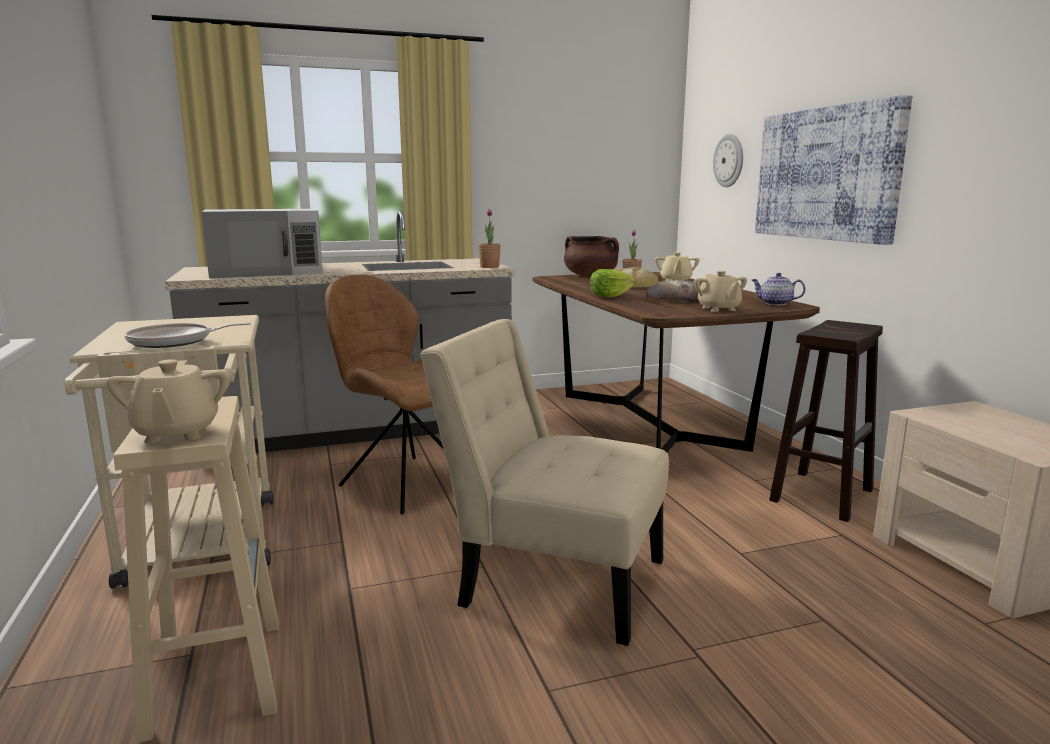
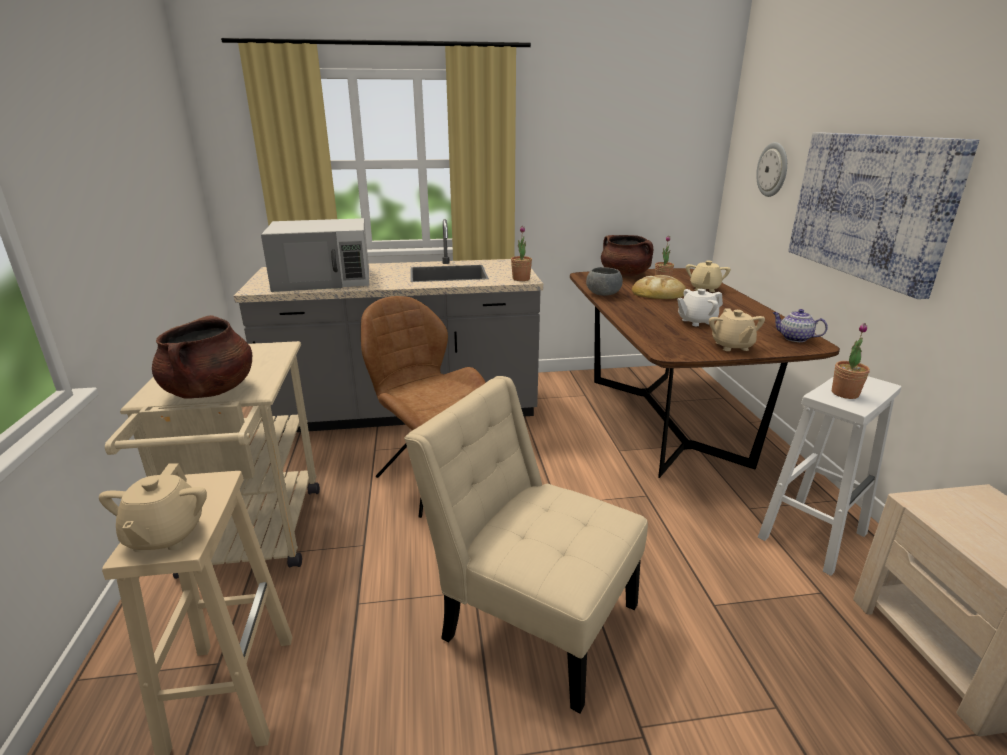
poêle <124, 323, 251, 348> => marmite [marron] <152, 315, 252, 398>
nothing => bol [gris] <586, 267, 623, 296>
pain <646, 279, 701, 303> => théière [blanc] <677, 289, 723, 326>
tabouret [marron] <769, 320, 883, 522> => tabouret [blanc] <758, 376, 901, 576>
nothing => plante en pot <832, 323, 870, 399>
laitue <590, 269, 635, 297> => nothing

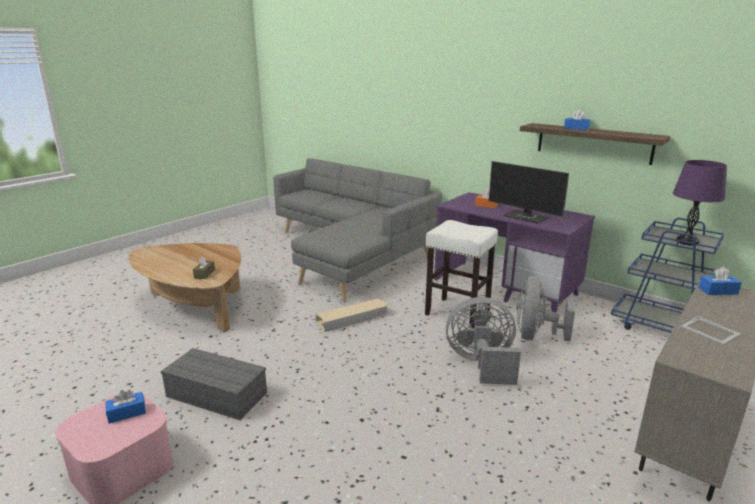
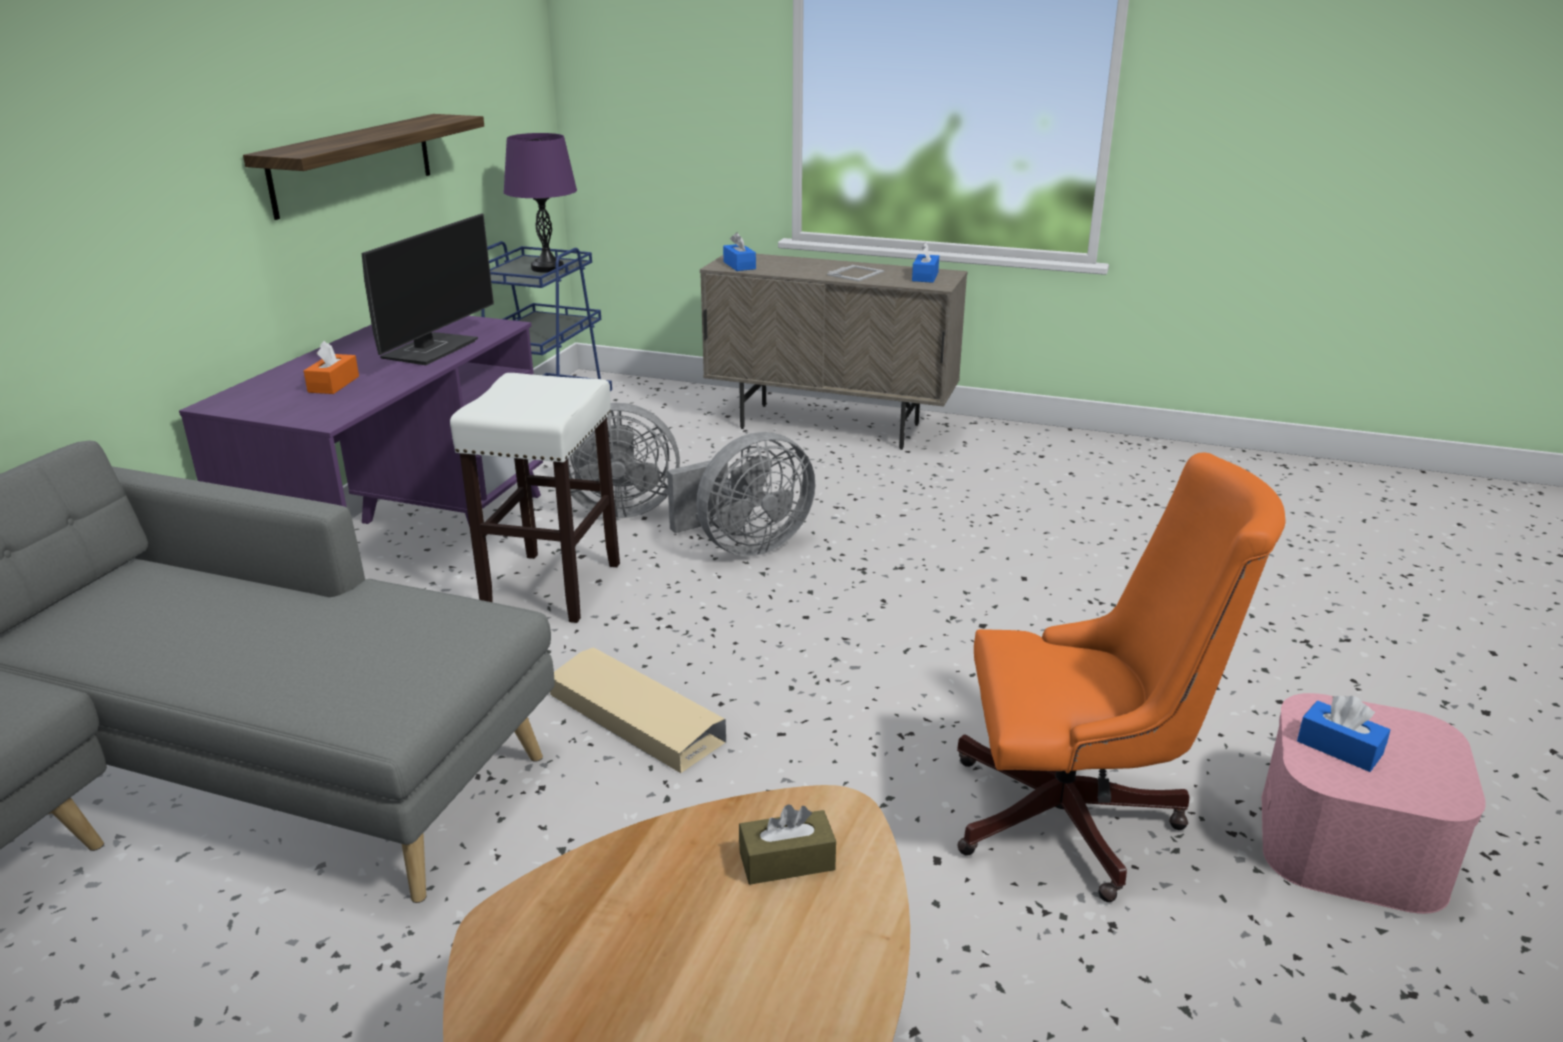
ventilateur [gris] <446, 297, 521, 385> => ventilateur [gris] <667, 432, 815, 556>, 105 degrees counterclockwise
boîte à mouchoirs [bleu] <564, 109, 591, 130> => boîte à mouchoirs [bleu] <912, 242, 939, 283>, relocated
boîte de rangement [gris] <161, 348, 267, 420> => chaise de bureau [orange] <957, 452, 1286, 902>

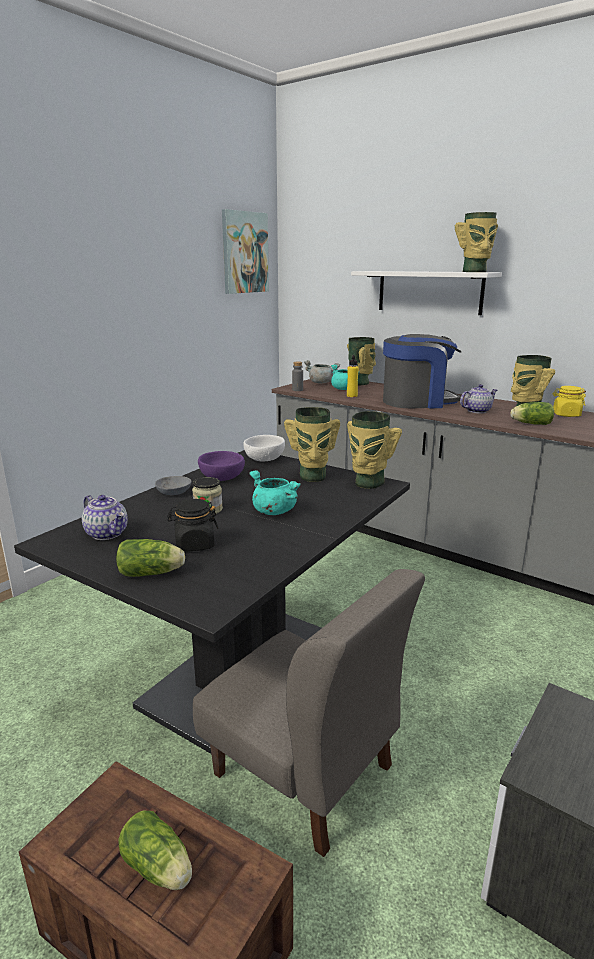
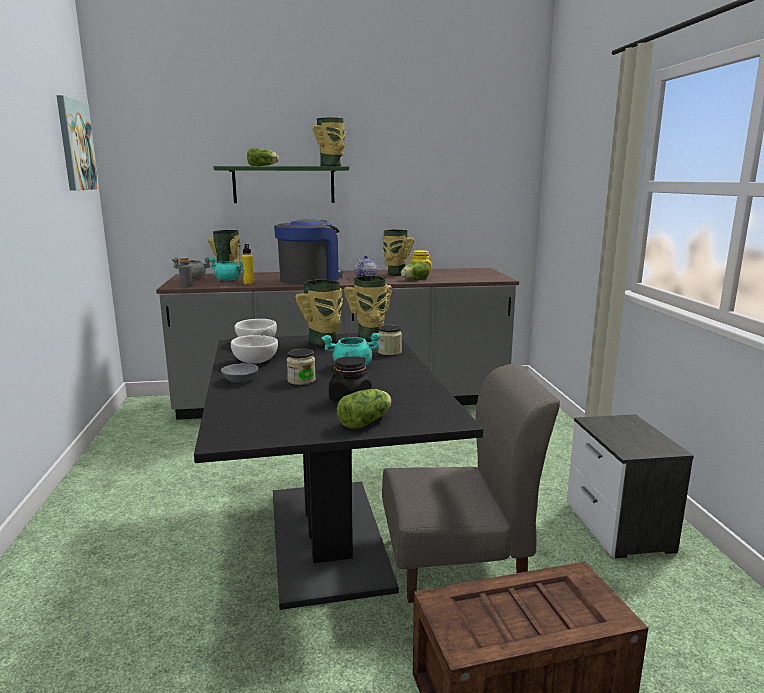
étagère [blanc] <351, 271, 502, 315> => étagère [vert] <213, 166, 349, 203>
bol [violet] <198, 451, 245, 481> => bol [blanc] <231, 335, 278, 364>
laitue <118, 811, 192, 890> => laitue <247, 148, 279, 166>, relocated
nothing => bocal <378, 325, 402, 355>
théière <82, 495, 128, 540> => nothing

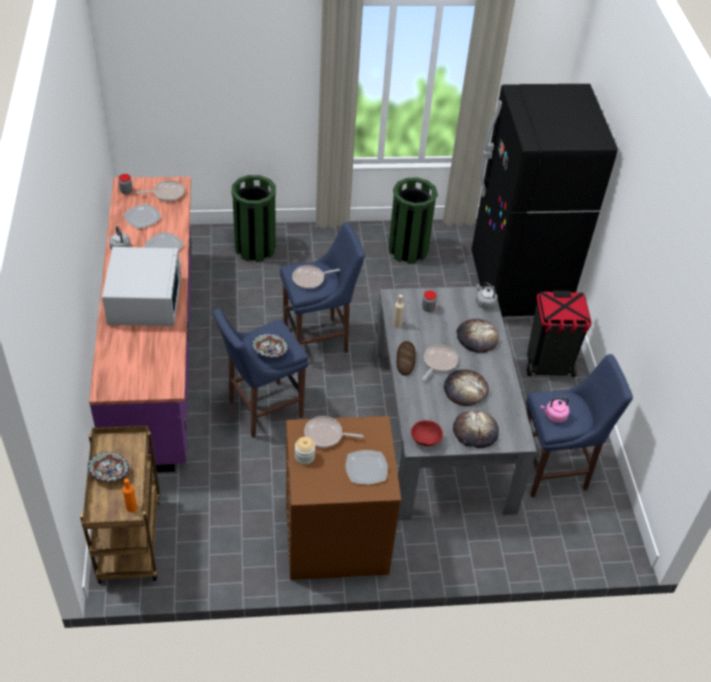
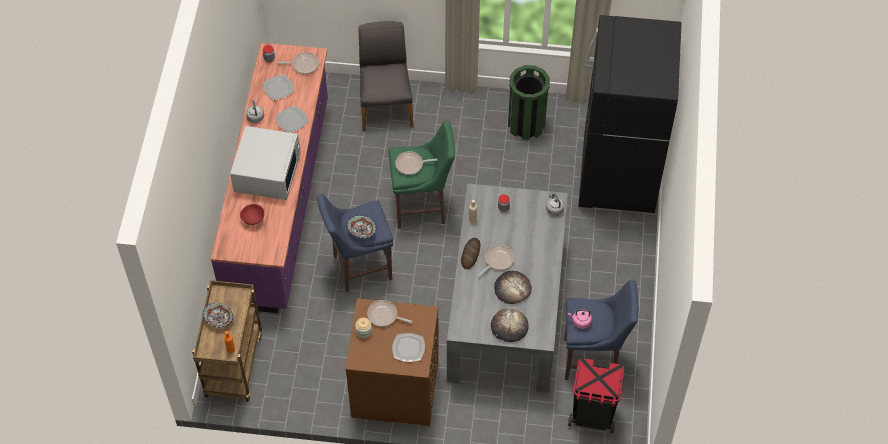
bol [rouge] <411, 420, 443, 446> => bol [rouge] <240, 204, 264, 225>, relocated
poubelle [vert] <231, 175, 276, 262> => chaise [gris] <358, 21, 413, 131>
tabouret [bleu] <280, 222, 365, 353> => tabouret [vert] <388, 121, 455, 228>
poubelle [noir] <527, 291, 592, 377> => poubelle [noir] <568, 358, 624, 433>, relocated
pain <456, 319, 499, 353> => nothing

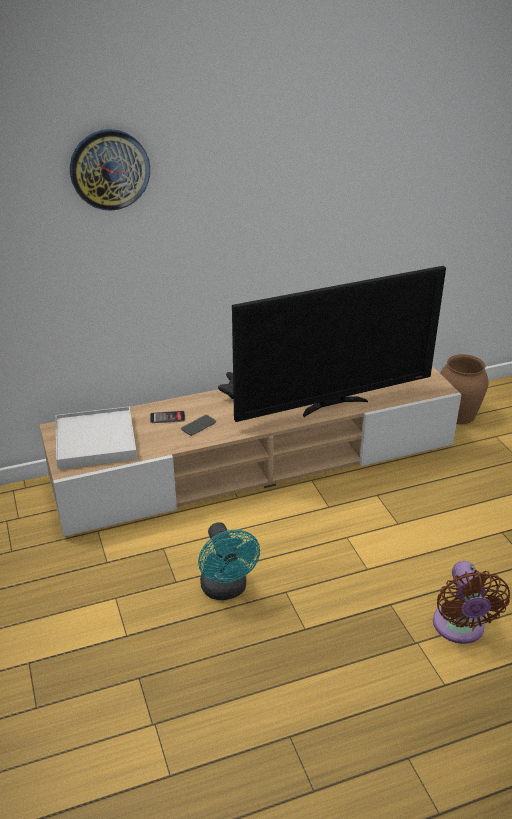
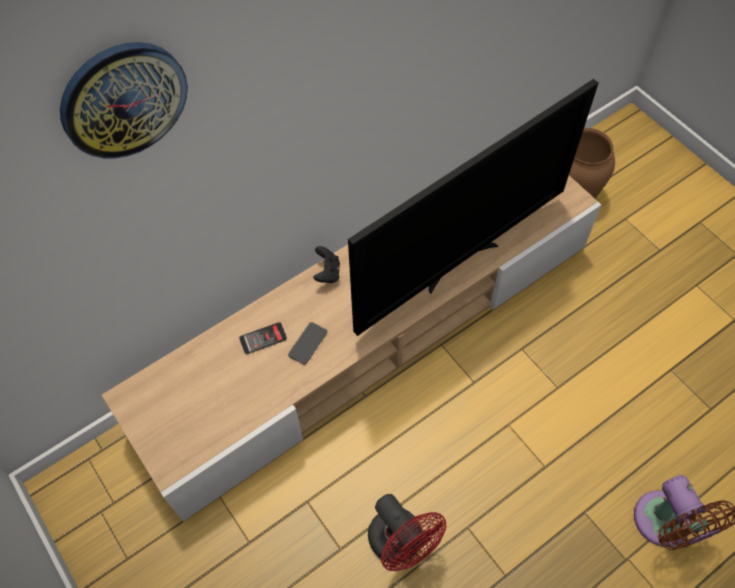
ventilateur [turquoise] <198, 522, 260, 600> => ventilateur [rouge] <368, 494, 446, 571>
plateau [blanc] <55, 406, 137, 469> => nothing

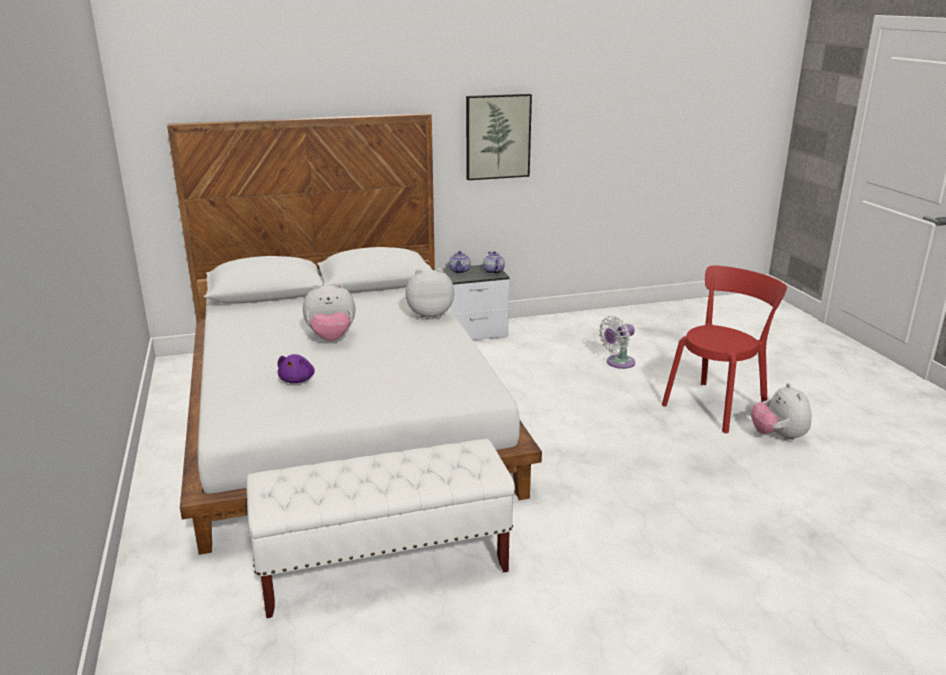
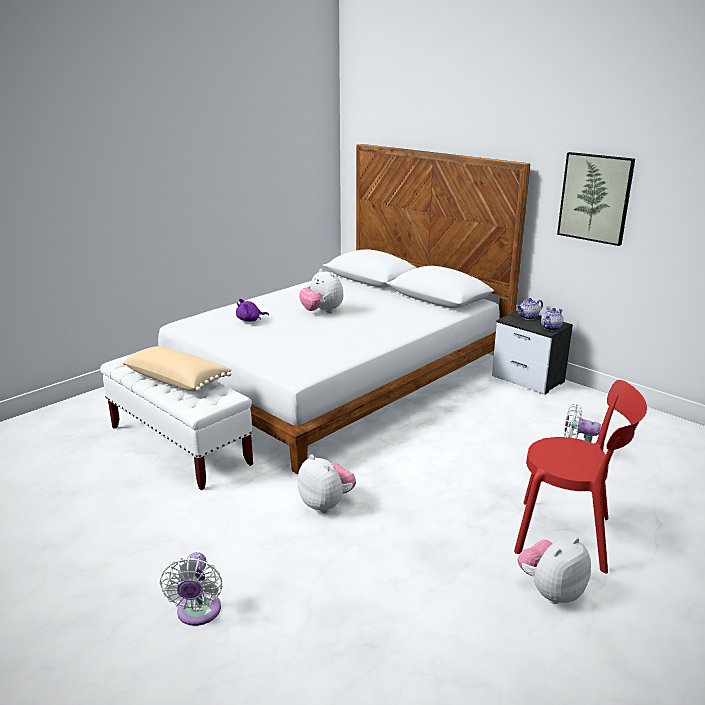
nothing => coussin [beige] <122, 346, 232, 391>
nothing => ventilateur [blanc] <160, 552, 223, 626>
peluche <406, 268, 454, 320> => peluche <298, 455, 356, 513>, relocated

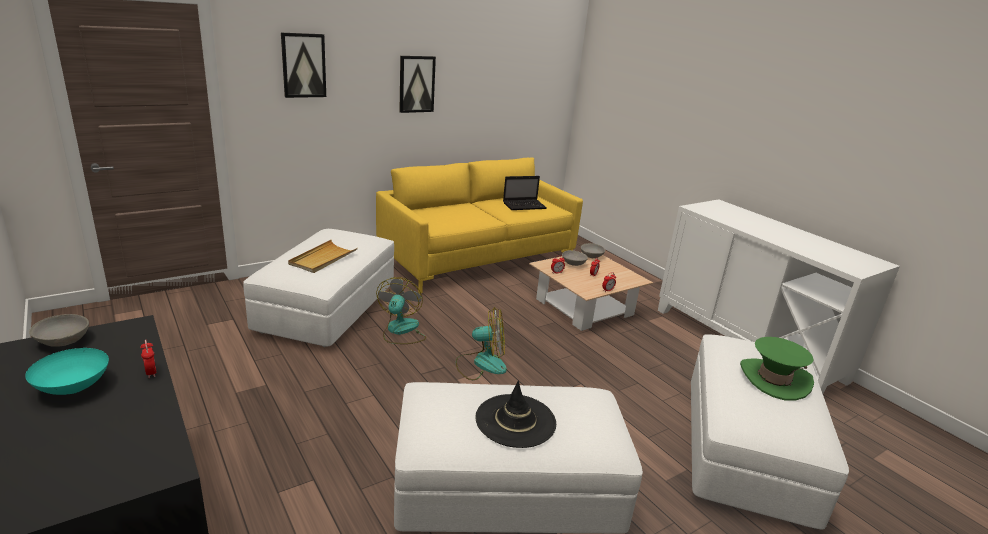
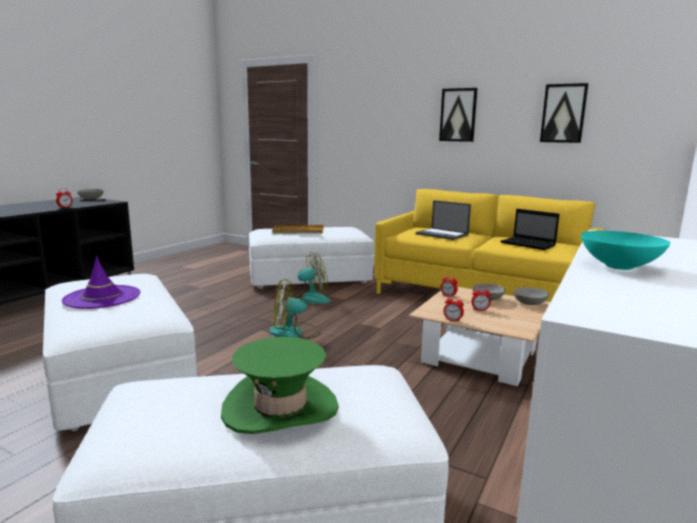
chapeau [noir] <475, 381, 556, 448> => chapeau [violet] <62, 255, 140, 309>
ventilateur <456, 307, 507, 380> => ventilateur <269, 279, 320, 339>, 105 degrees clockwise
nothing => ordinateur portable <416, 200, 471, 240>
tableau <281, 33, 326, 98> => tableau <540, 83, 589, 143>, relocated
bol [turquoise] <25, 348, 109, 395> => bol [turquoise] <581, 231, 670, 270>, relocated

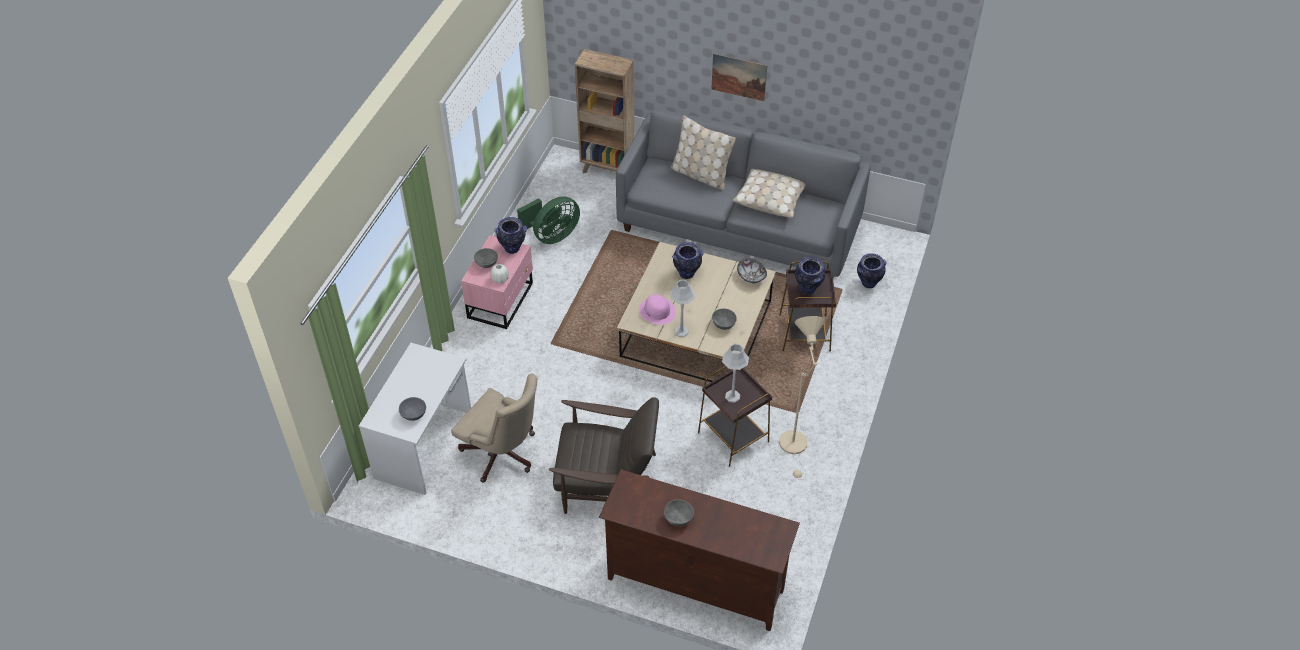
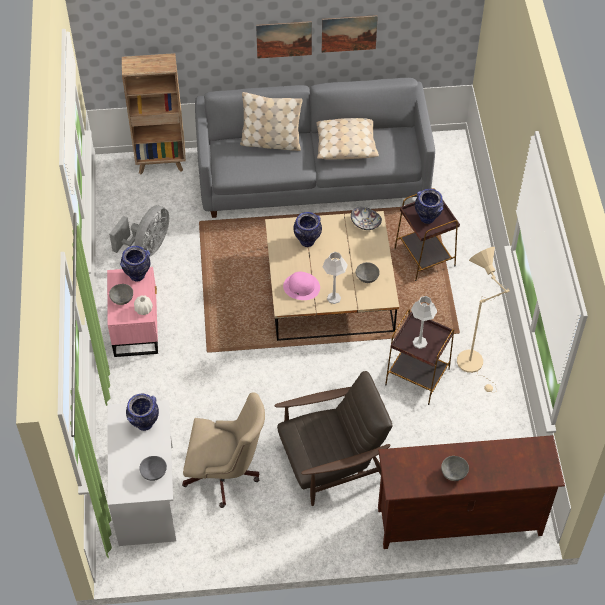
ventilateur [vert] <517, 196, 580, 244> => ventilateur [gris] <109, 206, 169, 256>
vase <857, 253, 886, 288> => vase <126, 394, 159, 431>, relocated
nothing => tableau <322, 15, 378, 53>

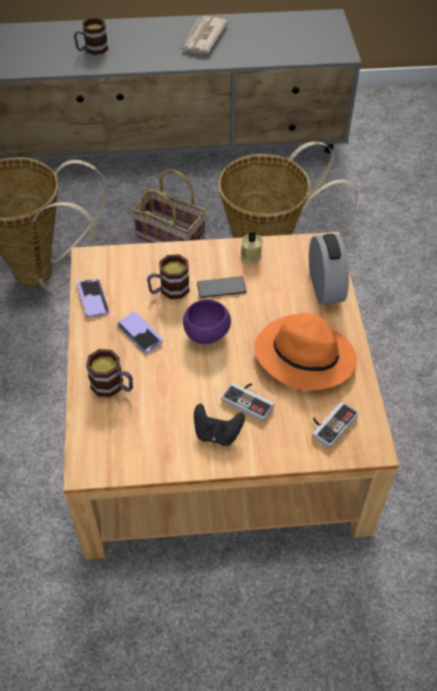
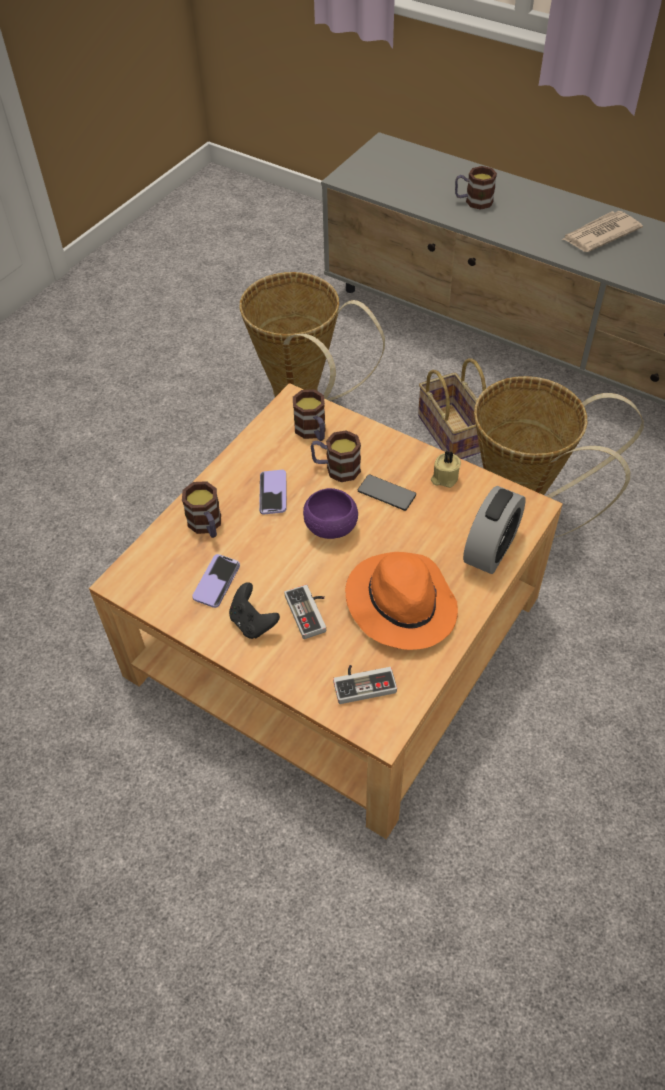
téléphone <77, 279, 109, 317> => téléphone <192, 554, 240, 608>, relocated
nothing => mug <293, 389, 326, 441>

